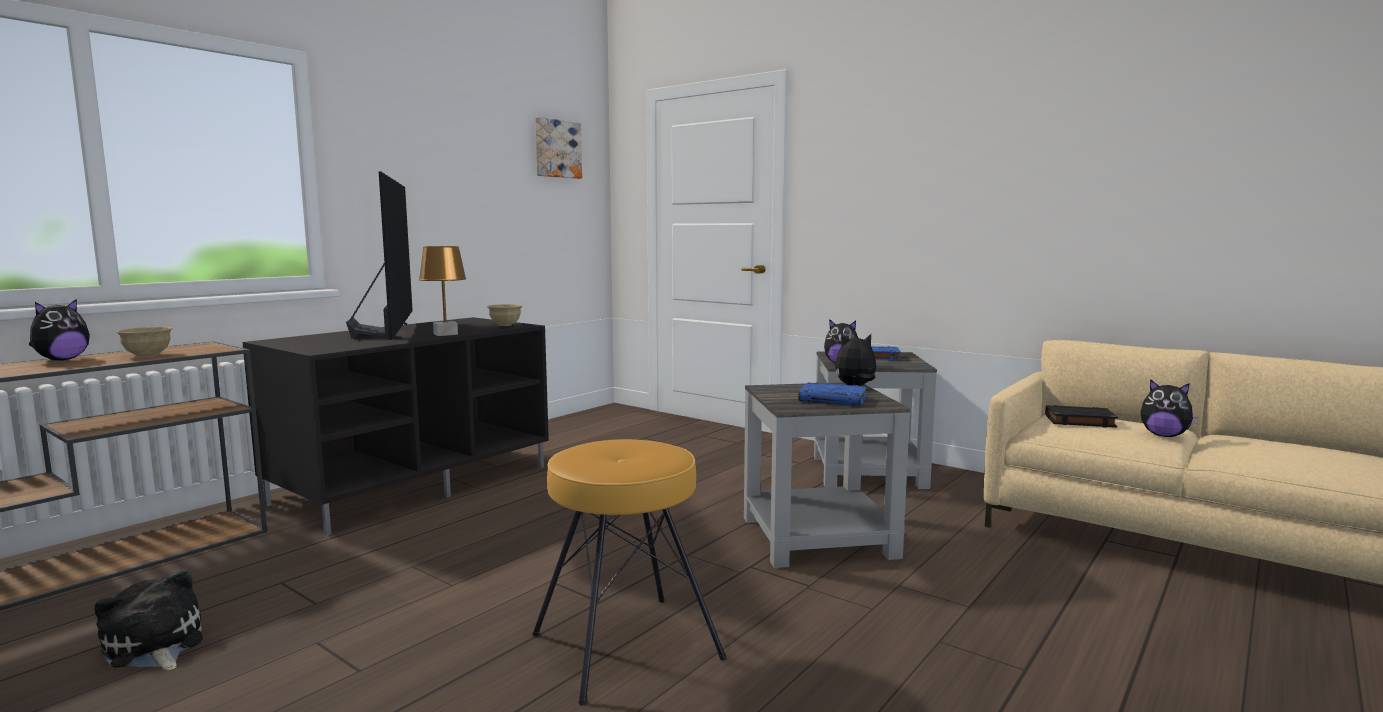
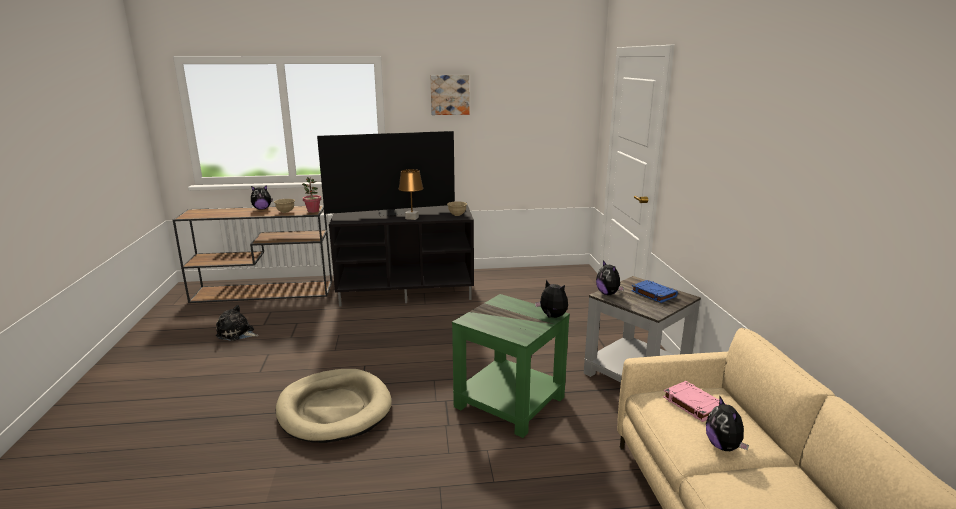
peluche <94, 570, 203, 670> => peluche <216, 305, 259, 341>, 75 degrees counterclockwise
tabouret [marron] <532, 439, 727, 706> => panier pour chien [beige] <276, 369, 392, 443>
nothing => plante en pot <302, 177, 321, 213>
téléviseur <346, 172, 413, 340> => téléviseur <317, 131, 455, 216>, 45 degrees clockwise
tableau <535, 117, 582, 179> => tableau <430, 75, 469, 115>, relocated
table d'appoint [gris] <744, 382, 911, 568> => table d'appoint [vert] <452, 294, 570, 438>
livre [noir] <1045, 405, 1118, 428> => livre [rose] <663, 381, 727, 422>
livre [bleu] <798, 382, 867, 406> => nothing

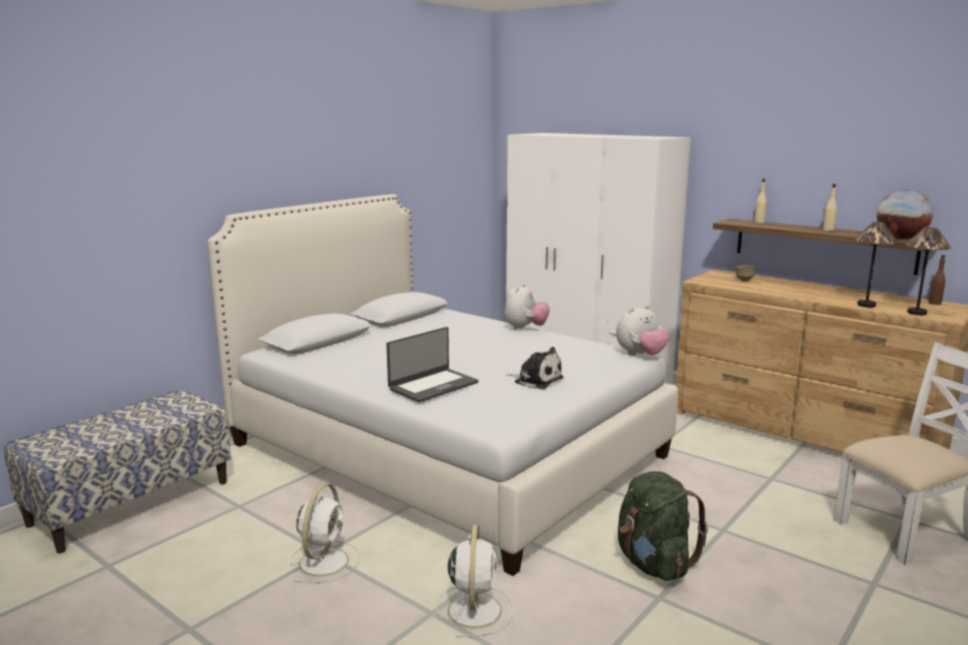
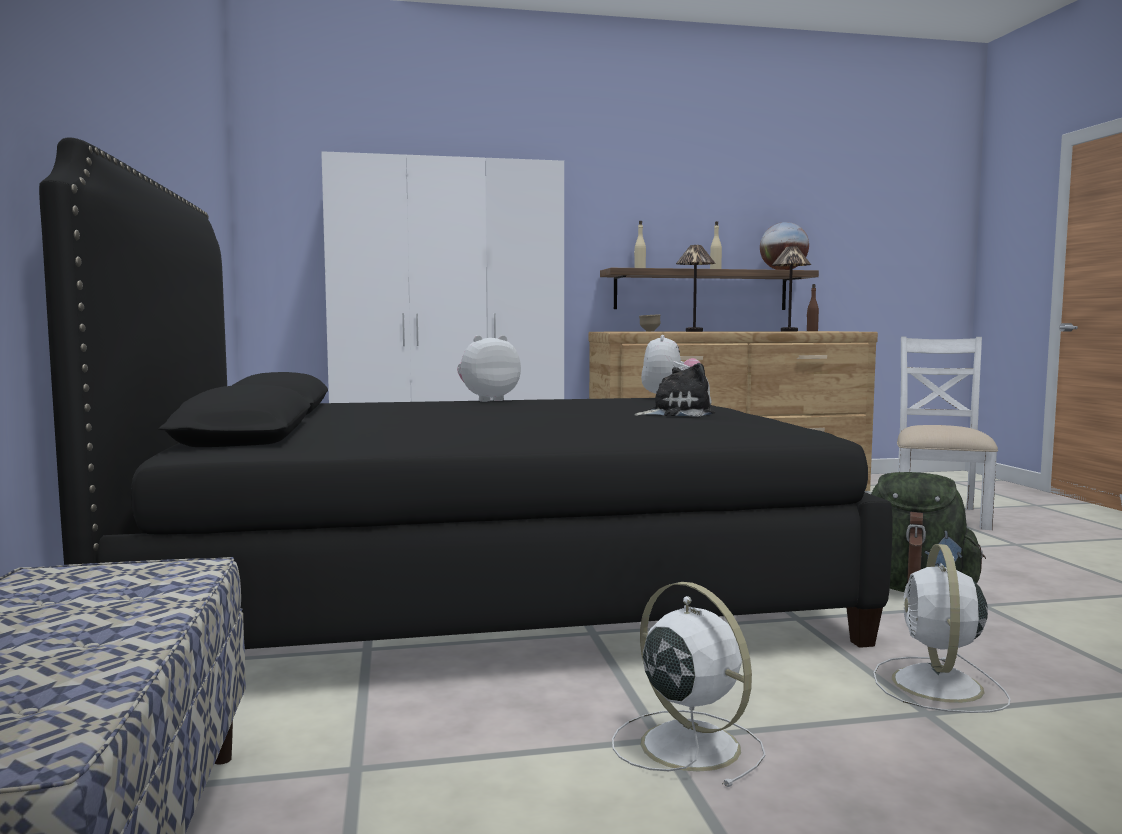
lit [blanc] <207, 194, 678, 576> => lit [noir] <39, 138, 893, 649>
peluche <504, 283, 550, 330> => peluche <457, 335, 521, 402>, 90 degrees counterclockwise
lampe de table <905, 227, 951, 315> => lampe de table <676, 245, 715, 332>, relocated
ventilateur [blanc] <436, 525, 513, 638> => ventilateur [blanc] <873, 544, 1011, 713>, 120 degrees counterclockwise
ordinateur portable <386, 327, 479, 402> => nothing

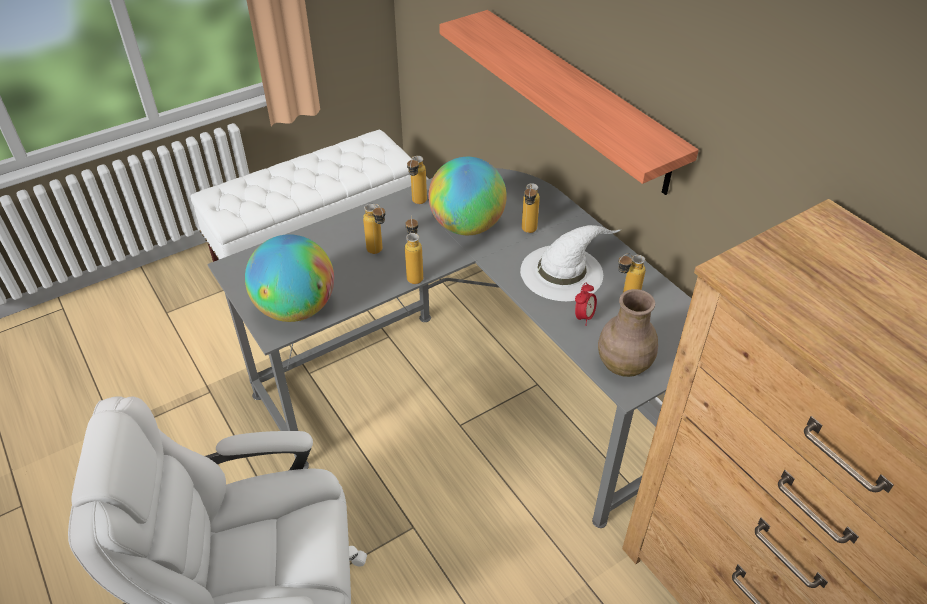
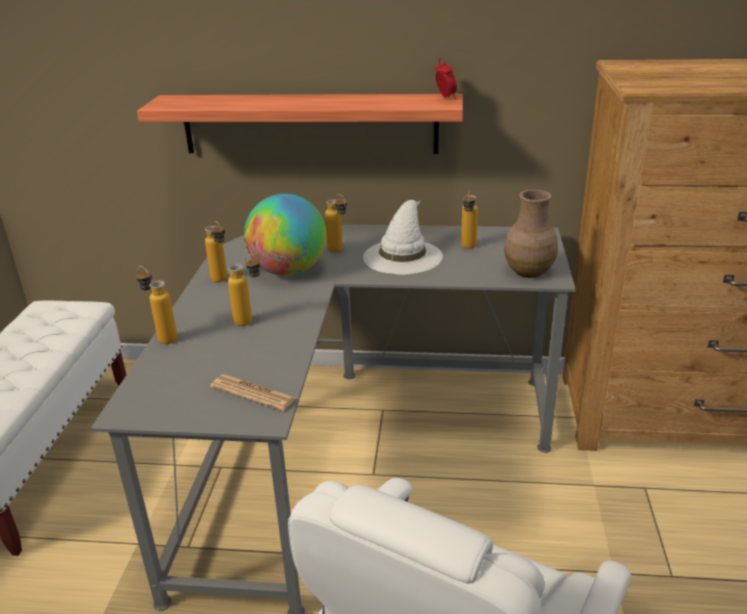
bouteille <405, 215, 423, 284> => bouteille <136, 266, 178, 344>, relocated
globe <245, 234, 334, 322> => journal <210, 374, 296, 411>
réveil <575, 282, 597, 326> => réveil <435, 58, 457, 99>, relocated

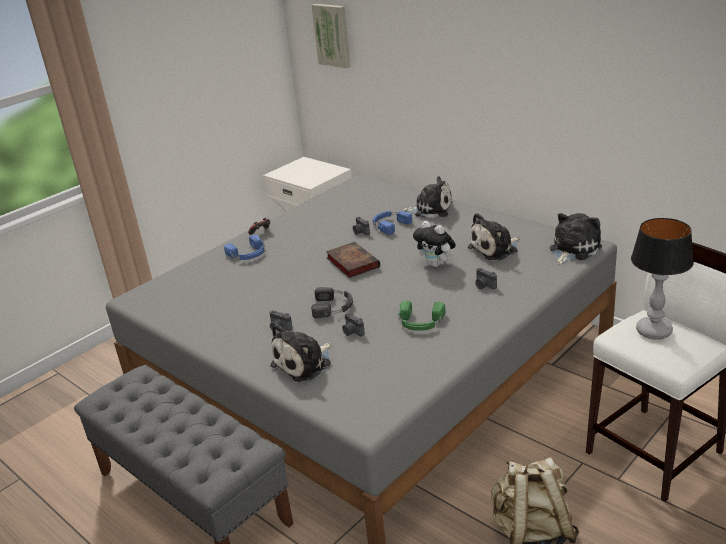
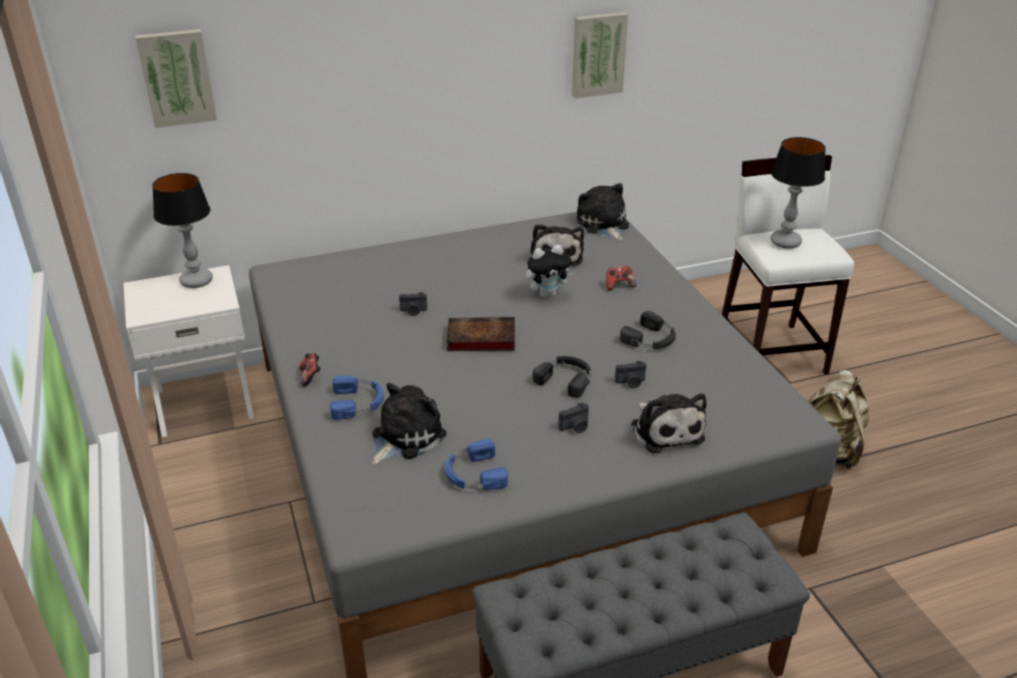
nothing => lampe de table <152, 173, 213, 288>
peluche <401, 176, 453, 218> => peluche <371, 383, 447, 465>, relocated
casque audio [bleu] <373, 211, 412, 235> => casque audio [bleu] <445, 439, 508, 490>, relocated
nothing => tableau <572, 12, 628, 98>
appareil photo <475, 268, 497, 289> => manette <606, 266, 636, 291>
casque audio [vert] <399, 301, 445, 331> => casque audio [noir] <620, 311, 676, 349>

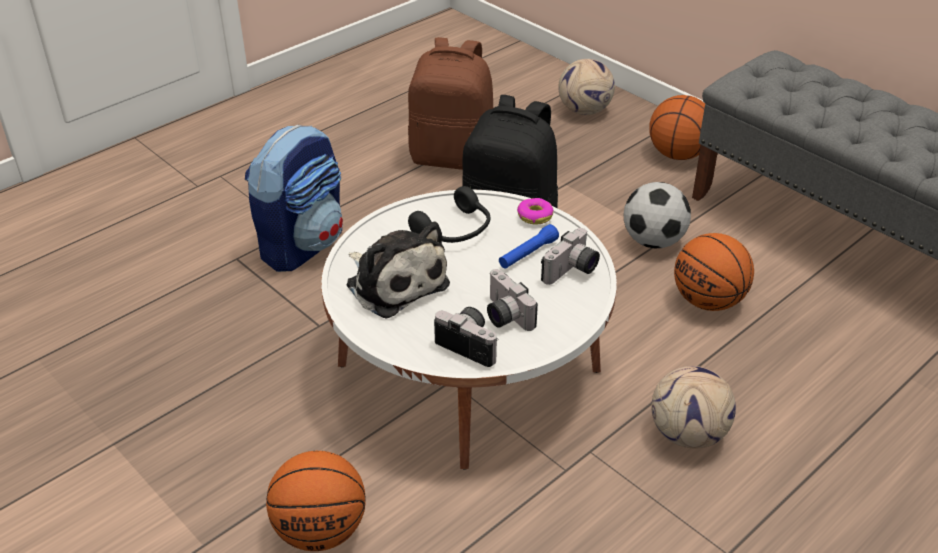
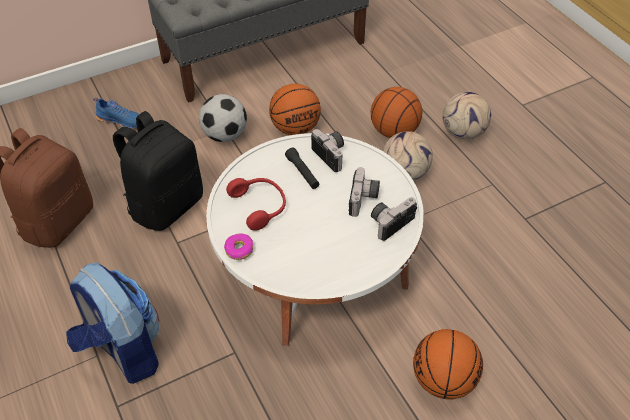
nothing => chaussure [bleu] <93, 97, 139, 129>
beignet <517, 198, 554, 225> => beignet <224, 234, 253, 260>, relocated
casque audio [noir] <408, 186, 490, 243> => casque audio [rouge] <226, 178, 286, 231>
lampe de poche [bleu] <499, 224, 559, 269> => lampe de poche [noir] <285, 148, 319, 189>
appareil photo <487, 269, 538, 331> => appareil photo <349, 167, 380, 217>, 60 degrees counterclockwise
ballon de basket <649, 95, 705, 160> => ballon de basket <371, 87, 422, 138>, relocated
ballon de foot <559, 59, 615, 115> => ballon de foot <443, 92, 491, 139>, relocated
peluche <346, 222, 450, 319> => nothing

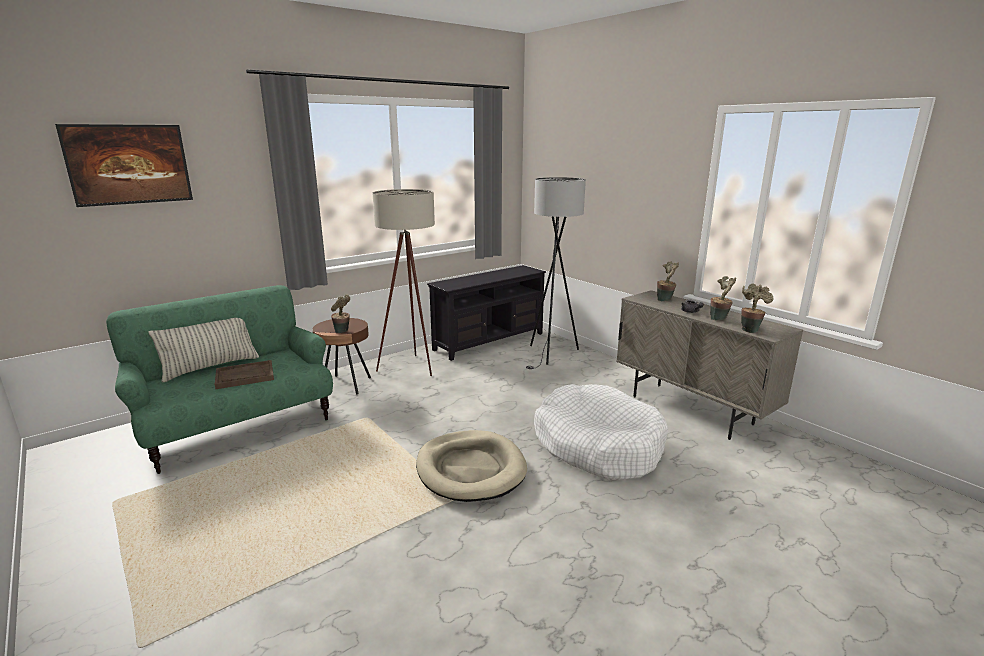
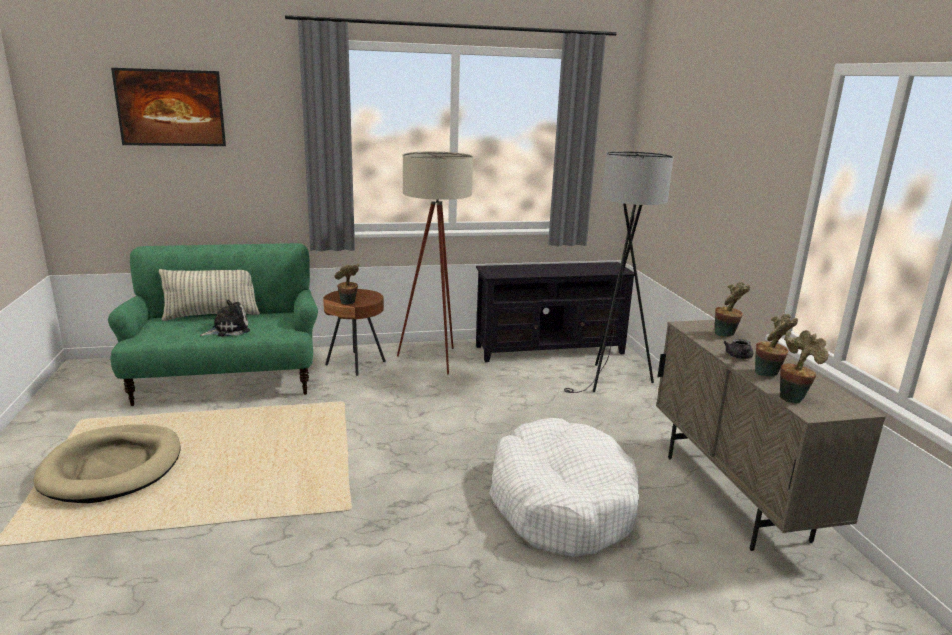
panier pour chien [beige] <416, 430, 527, 502> => panier pour chien [beige] <33, 424, 180, 503>, relocated
plateau [marron] <215, 360, 274, 389> => peluche <200, 300, 250, 337>

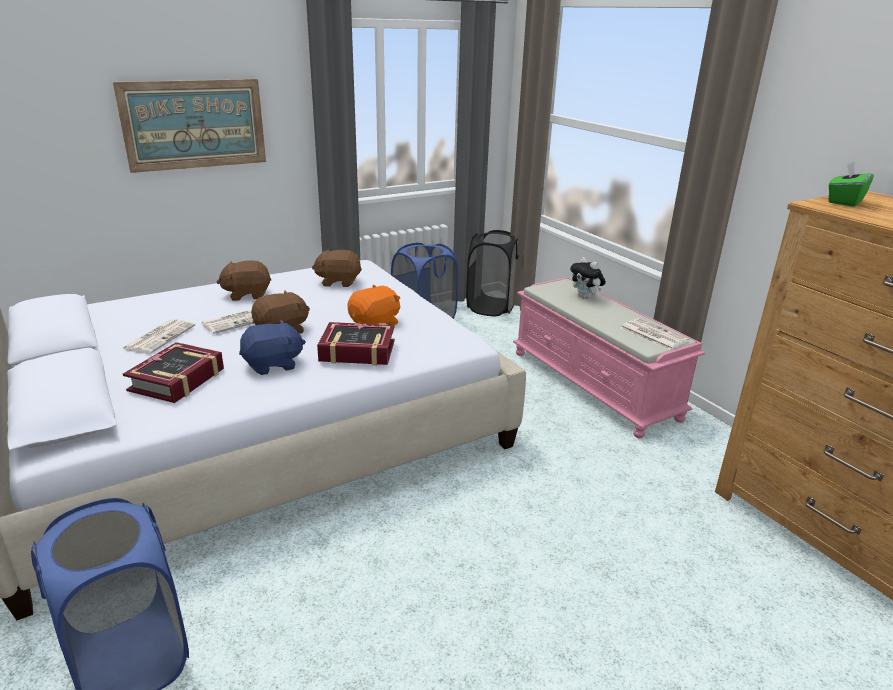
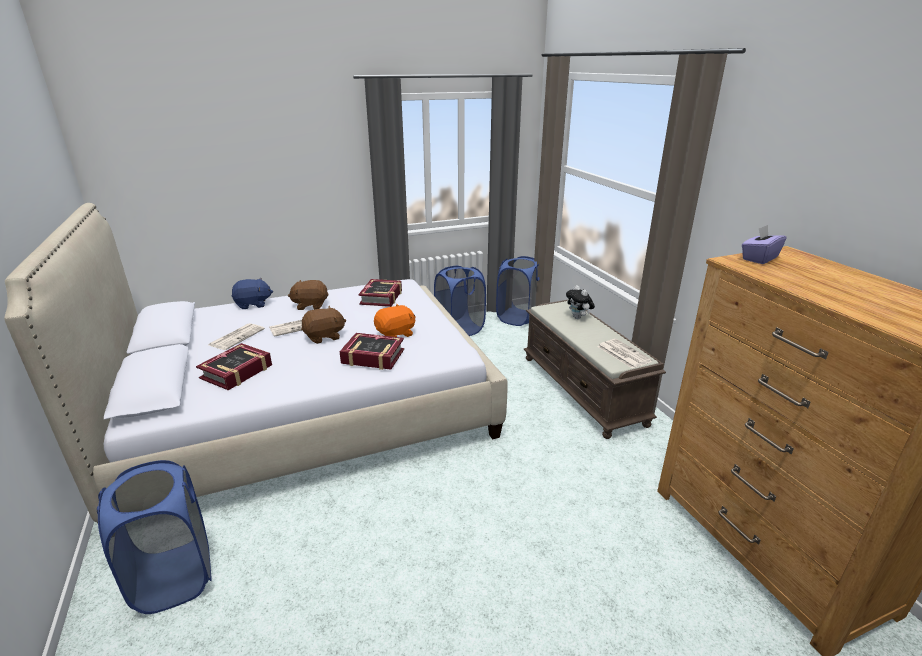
peluche [bleu] <239, 320, 306, 375> => peluche [bleu] <232, 278, 273, 309>, relocated
peluche [marron] <312, 249, 362, 287> => livre <358, 279, 402, 307>
panier à linge [noir] <466, 230, 519, 316> => panier à linge [bleu] <496, 256, 540, 326>
banc [rose] <513, 277, 705, 438> => banc [marron] <524, 299, 666, 439>
boîte à mouchoirs [vert] <829, 162, 874, 207> => boîte à mouchoirs [violet] <742, 225, 786, 264>
tableau <113, 79, 266, 173> => nothing

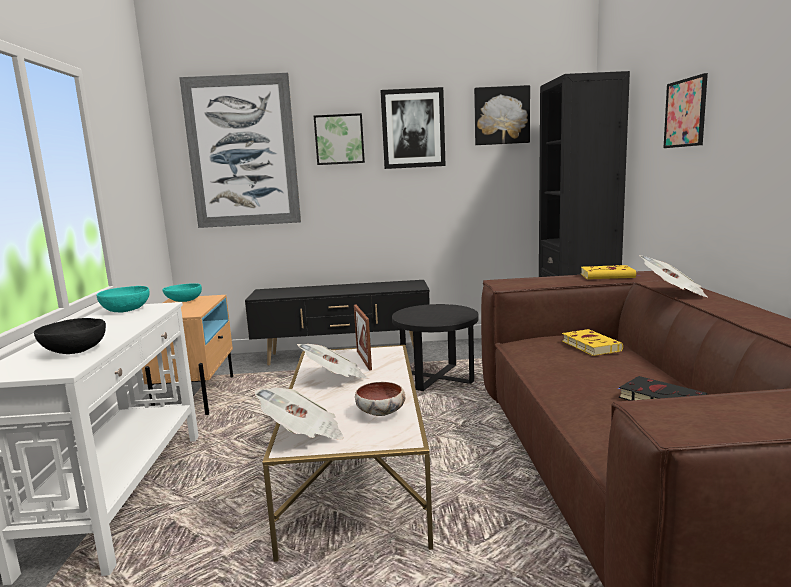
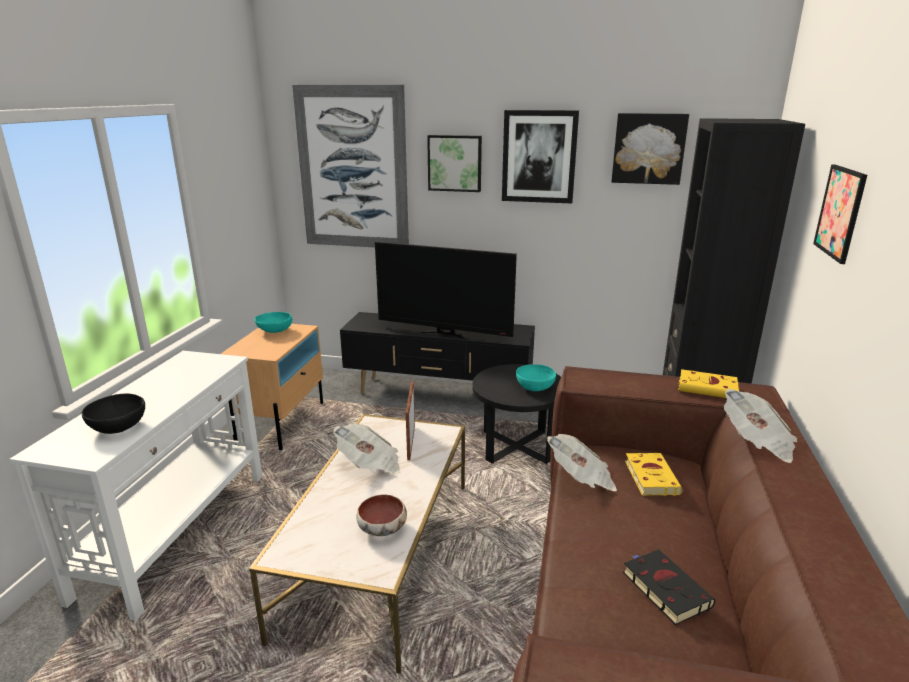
nothing => téléviseur <375, 242, 517, 339>
bol [turquoise] <97, 286, 150, 312> => bol [turquoise] <516, 364, 556, 391>, relocated
journal <254, 388, 344, 439> => journal <547, 434, 617, 491>, relocated

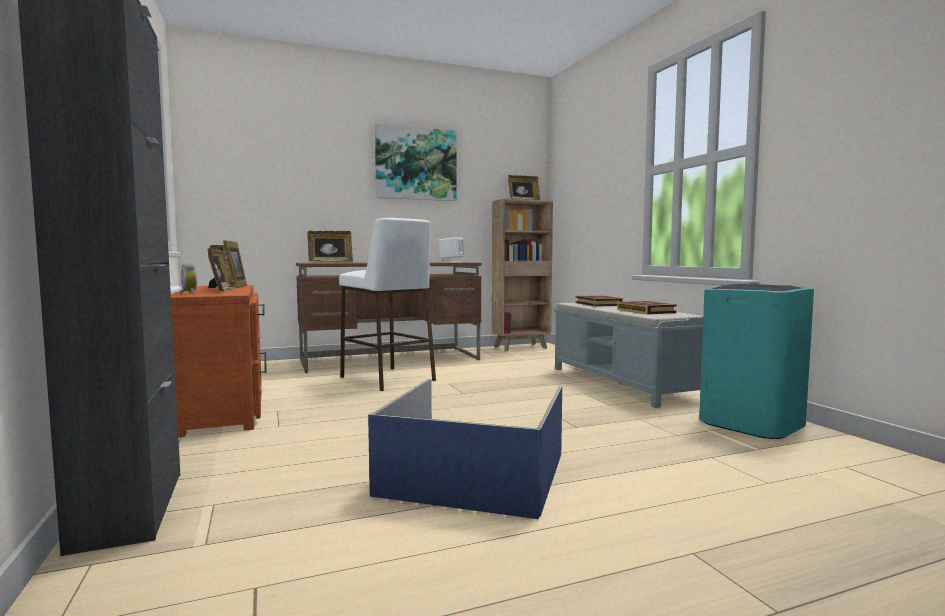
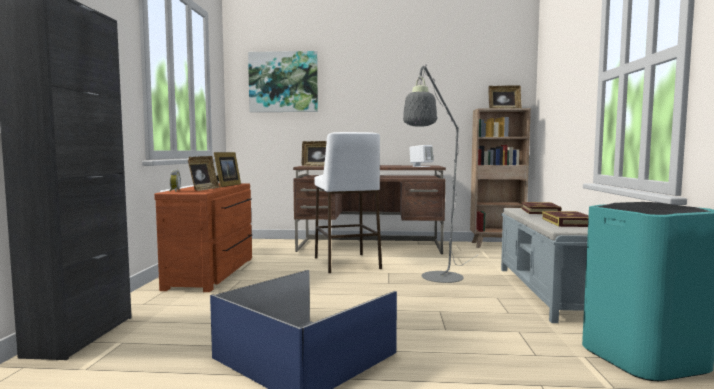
tableau <375, 123, 457, 201> => tableau <248, 51, 318, 112>, relocated
nothing => lampadaire [gris] <403, 64, 476, 283>

